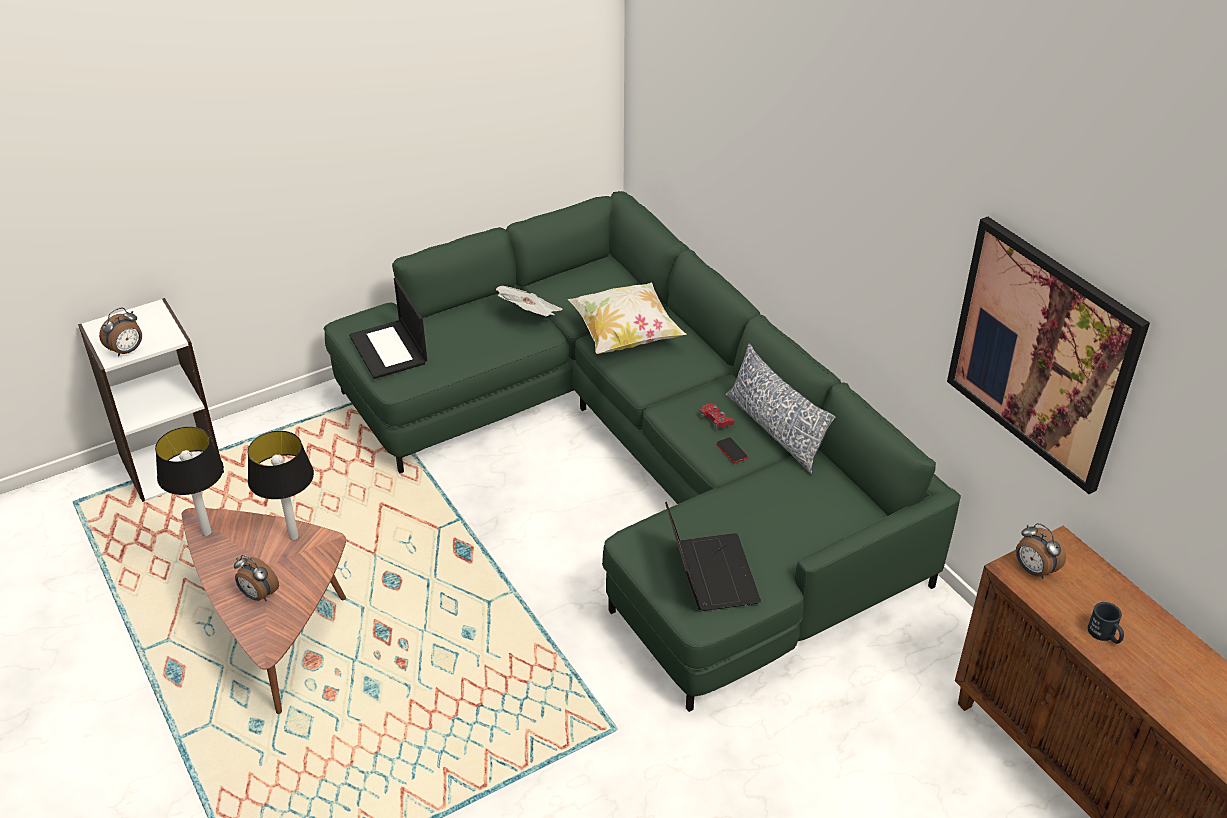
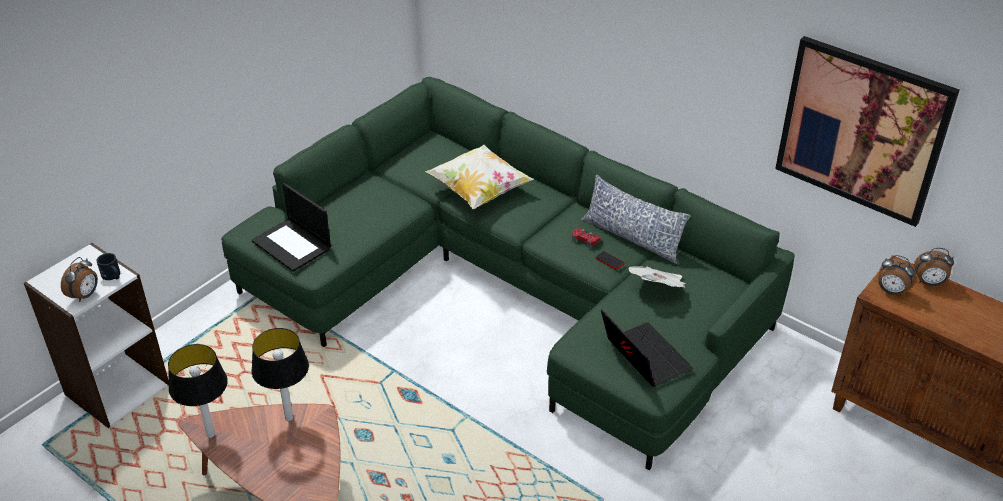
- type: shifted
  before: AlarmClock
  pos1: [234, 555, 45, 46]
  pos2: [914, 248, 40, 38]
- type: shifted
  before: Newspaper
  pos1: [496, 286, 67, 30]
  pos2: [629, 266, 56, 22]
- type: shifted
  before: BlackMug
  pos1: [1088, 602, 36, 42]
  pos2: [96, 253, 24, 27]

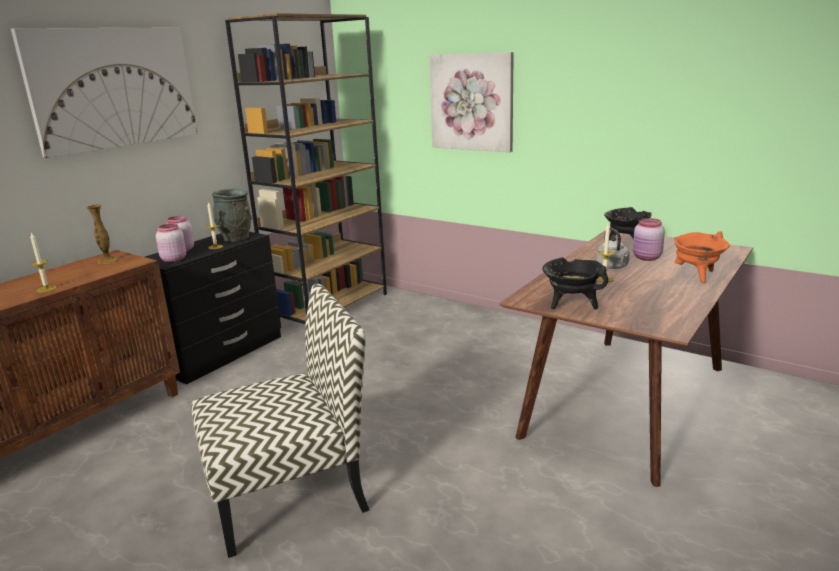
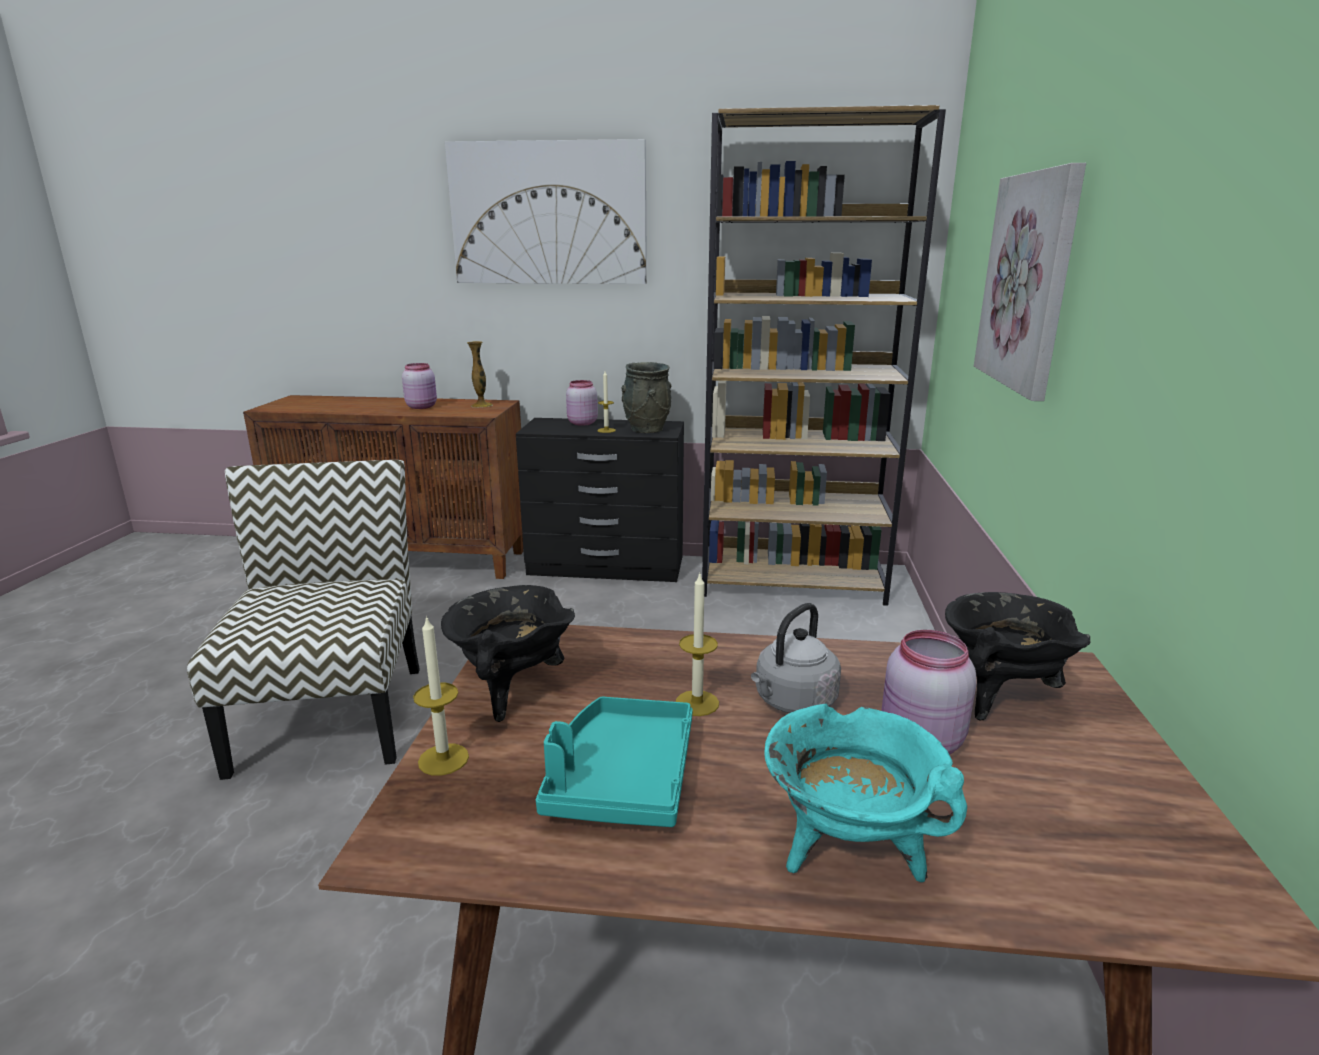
- type: new
  after: TurquoiseTray
  pos2: [536, 697, 157, 130]
- type: shifted
  before: Candle
  pos1: [30, 232, 27, 60]
  pos2: [413, 615, 56, 161]
- type: shifted
  before: PinkJar
  pos1: [156, 224, 30, 38]
  pos2: [402, 363, 35, 46]
- type: repainted
  before: OrangeCookingPot
  after: TurquoiseCookingPot
  pos1: [674, 231, 56, 52]
  pos2: [764, 704, 203, 178]
- type: rotated
  before: Chair
  pos1: [191, 283, 179, 275]
  pos2: [187, 460, 233, 320]
  turn: -135

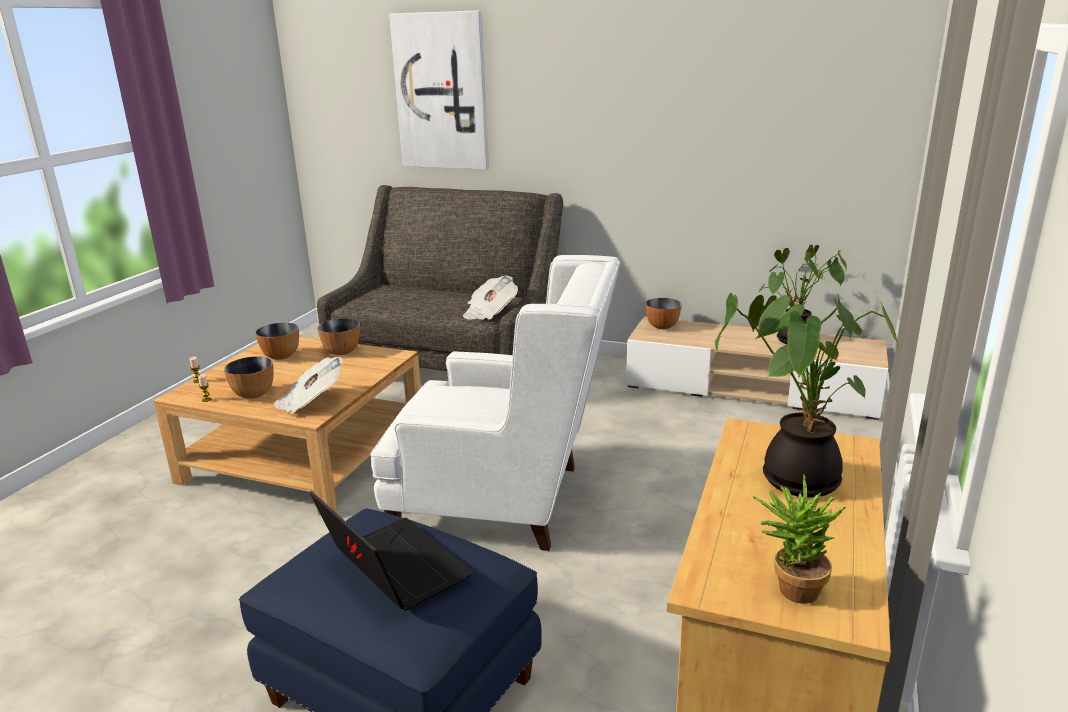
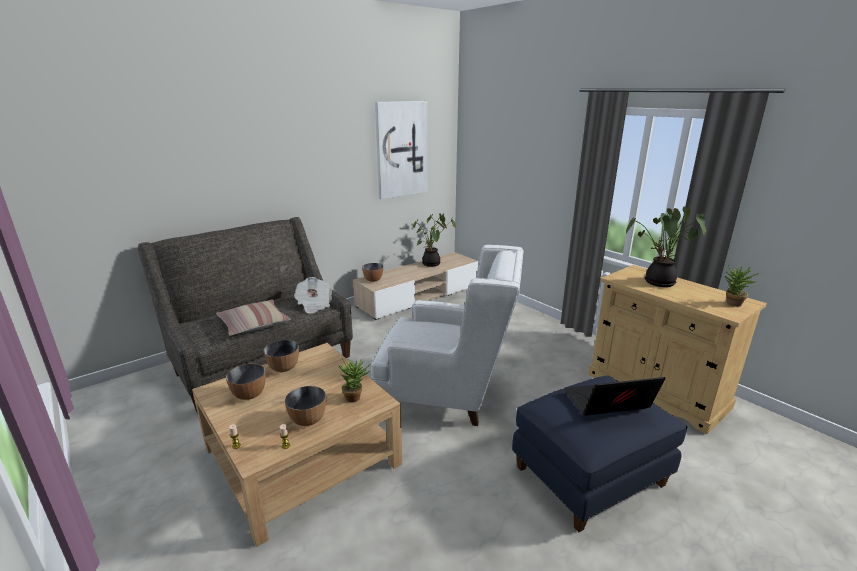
- type: new
  after: Pillow
  pos2: [216, 300, 75, 36]
- type: shifted
  before: Picture
  pos1: [389, 10, 100, 160]
  pos2: [375, 101, 53, 98]
- type: swapped
  before: Newspaper
  after: PottedPlant
  pos1: [274, 357, 70, 57]
  pos2: [338, 358, 32, 45]
- type: rotated
  before: WhiteArmchair
  pos1: [371, 255, 249, 296]
  pos2: [371, 245, 152, 181]
  turn: 60

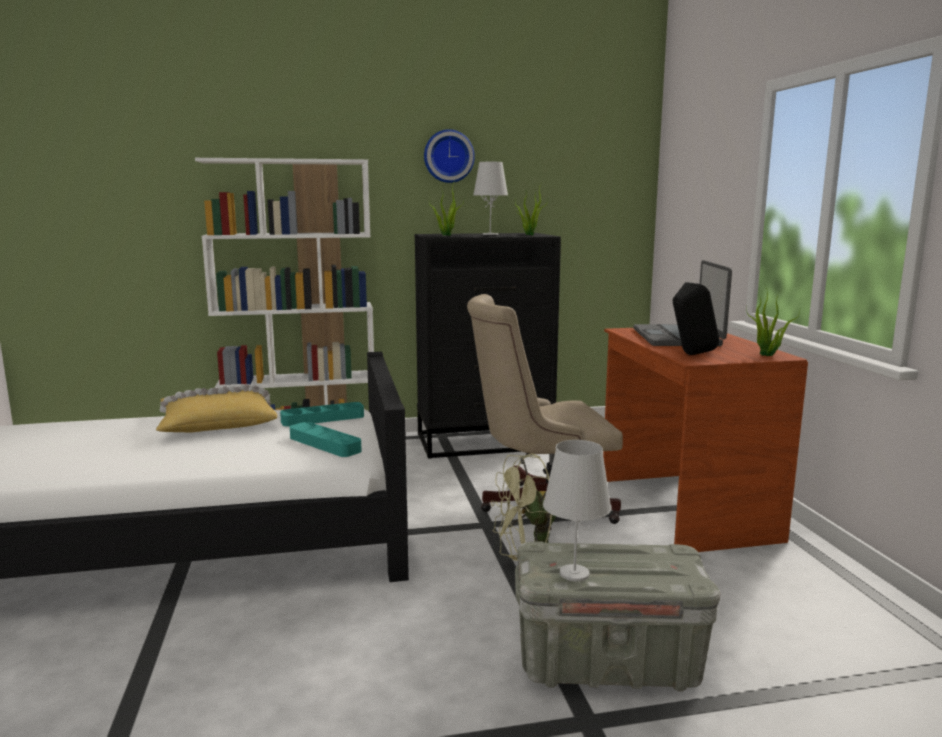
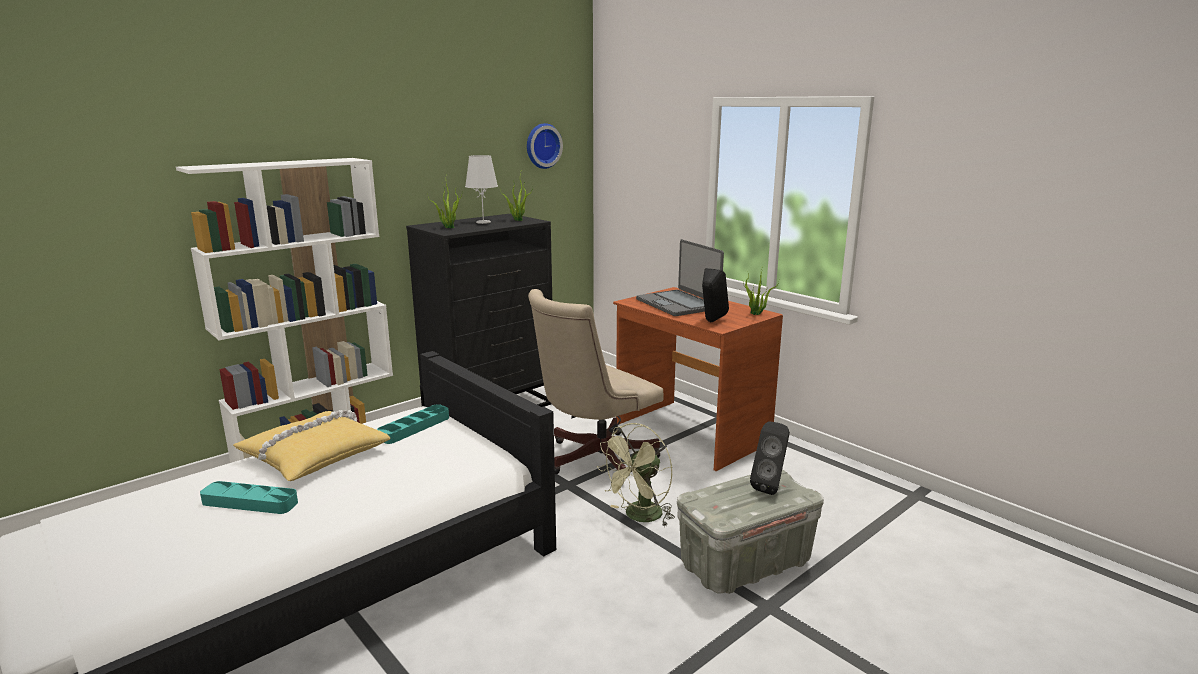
- type: gone
  before: WhiteTableLamp
  pos1: [543, 440, 69, 141]
- type: new
  after: BlackSpeaker
  pos2: [750, 421, 40, 74]
- type: shifted
  before: TurquoiseTray
  pos1: [290, 422, 72, 35]
  pos2: [200, 481, 98, 33]
- type: shifted
  before: WallClock
  pos1: [424, 129, 51, 54]
  pos2: [527, 123, 36, 46]

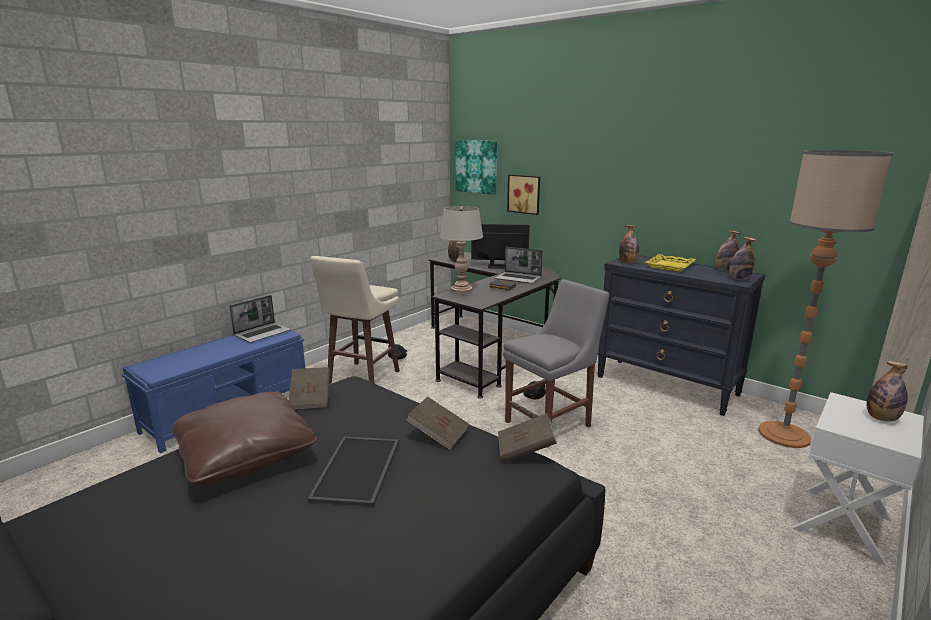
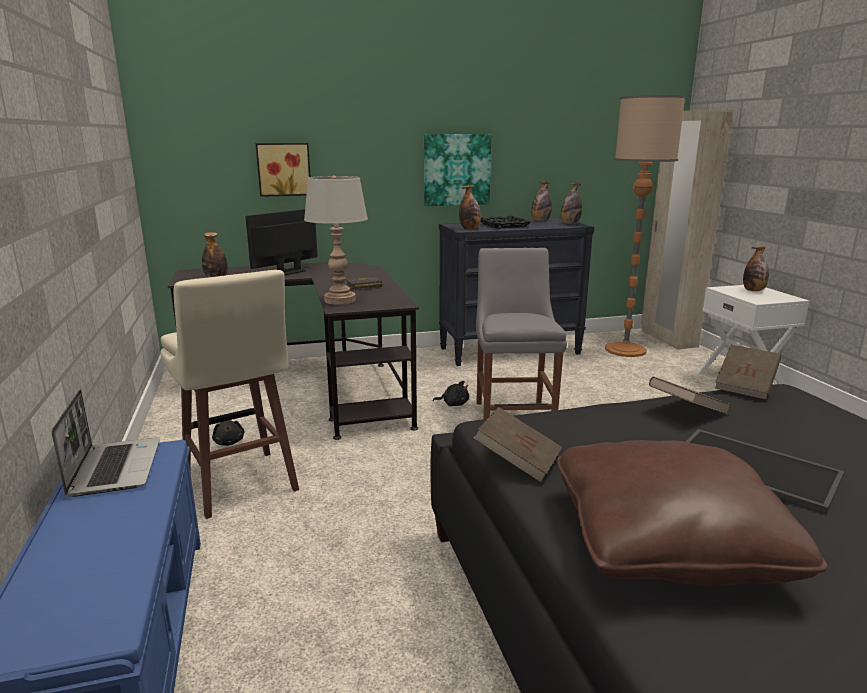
- type: gone
  before: Laptop
  pos1: [495, 247, 48, 37]
- type: shifted
  before: Picture
  pos1: [455, 140, 42, 55]
  pos2: [424, 134, 68, 72]
- type: repainted
  before: YellowTray
  after: BlackTray
  pos1: [645, 254, 51, 18]
  pos2: [480, 216, 52, 13]

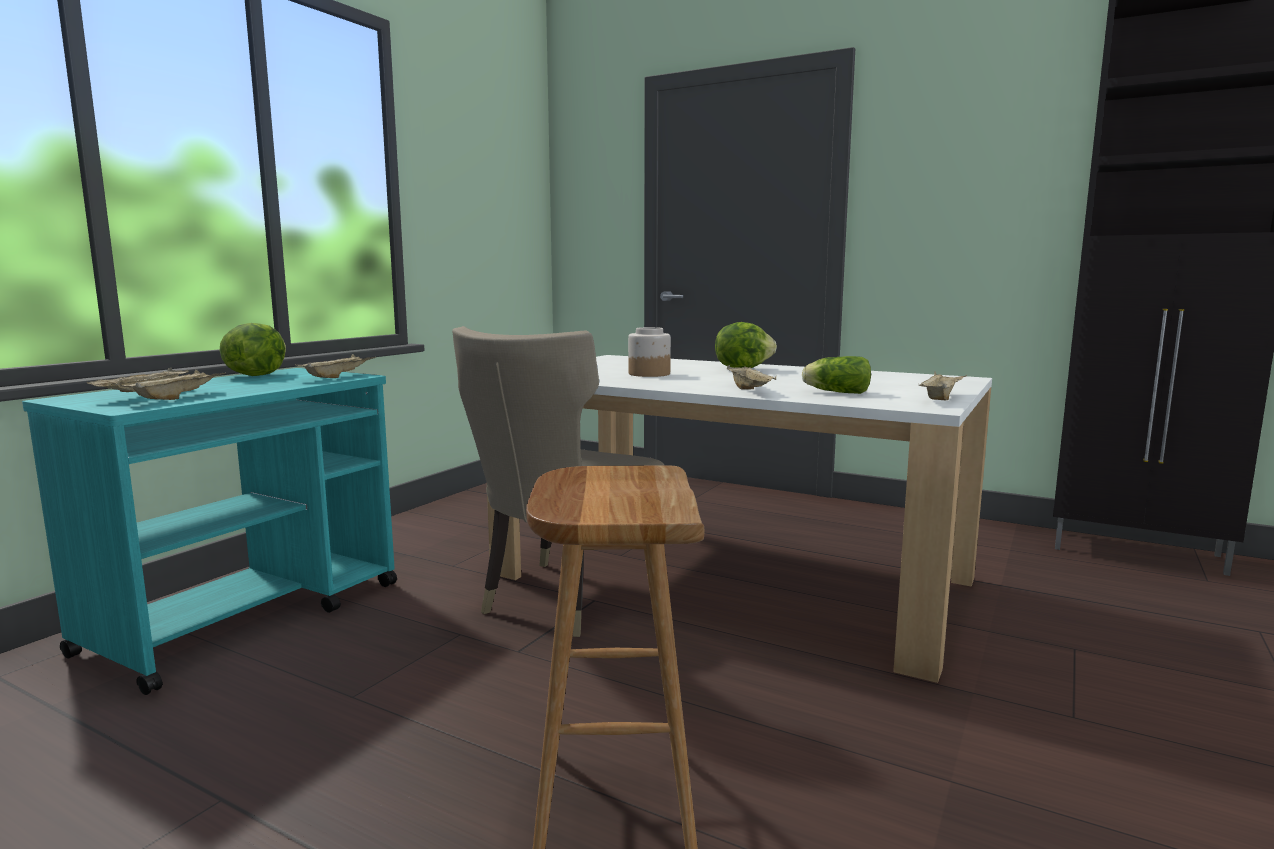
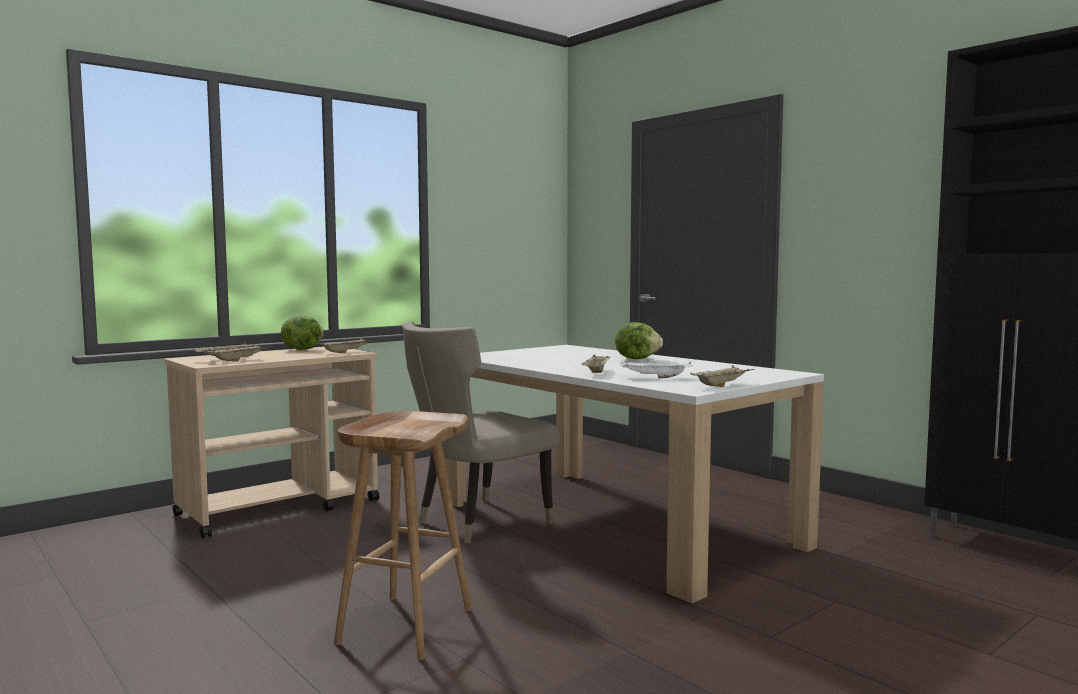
- type: gone
  before: Jar
  pos1: [628, 327, 43, 50]
- type: swapped
  before: Lettuce
  after: WhiteTray
  pos1: [802, 356, 69, 38]
  pos2: [620, 362, 72, 16]
- type: repainted
  before: TurquoiseCart
  after: BeigeCart
  pos1: [22, 368, 375, 327]
  pos2: [165, 347, 214, 191]

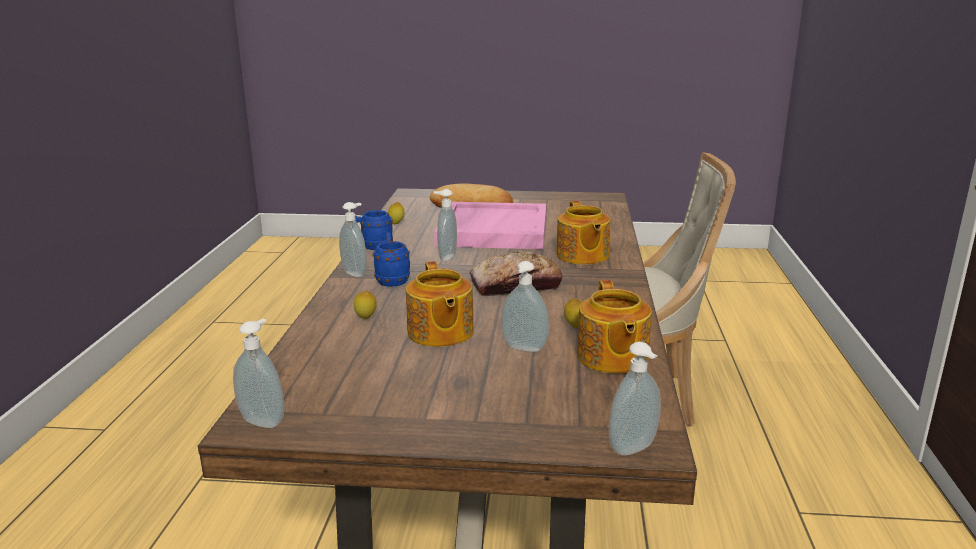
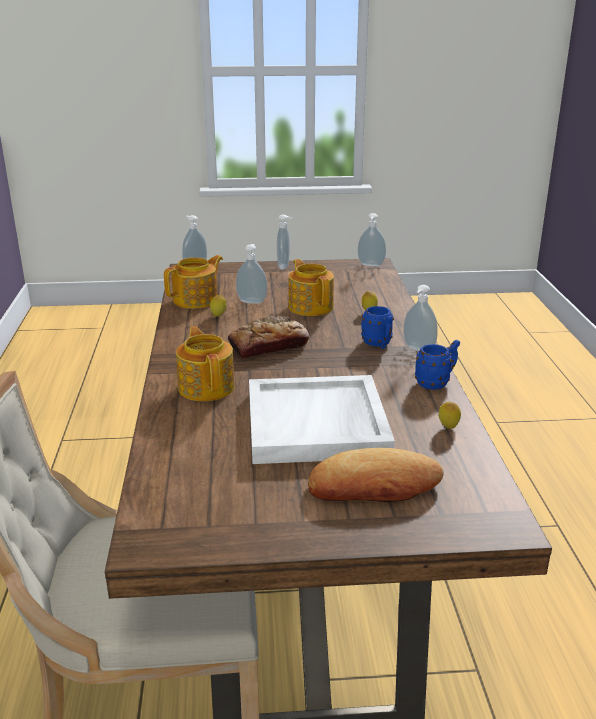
- type: shifted
  before: SoapDispenser
  pos1: [434, 189, 23, 72]
  pos2: [277, 215, 16, 54]
- type: repainted
  before: PinkTray
  after: WhiteTray
  pos1: [434, 202, 112, 47]
  pos2: [249, 375, 146, 89]
- type: rotated
  before: Teapot
  pos1: [577, 280, 75, 94]
  pos2: [164, 255, 59, 54]
  turn: 60

